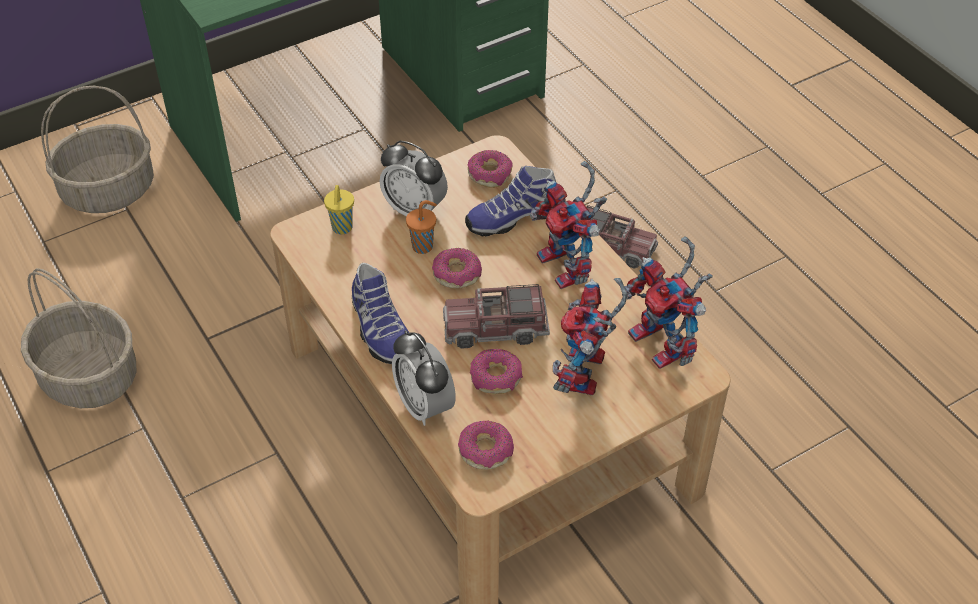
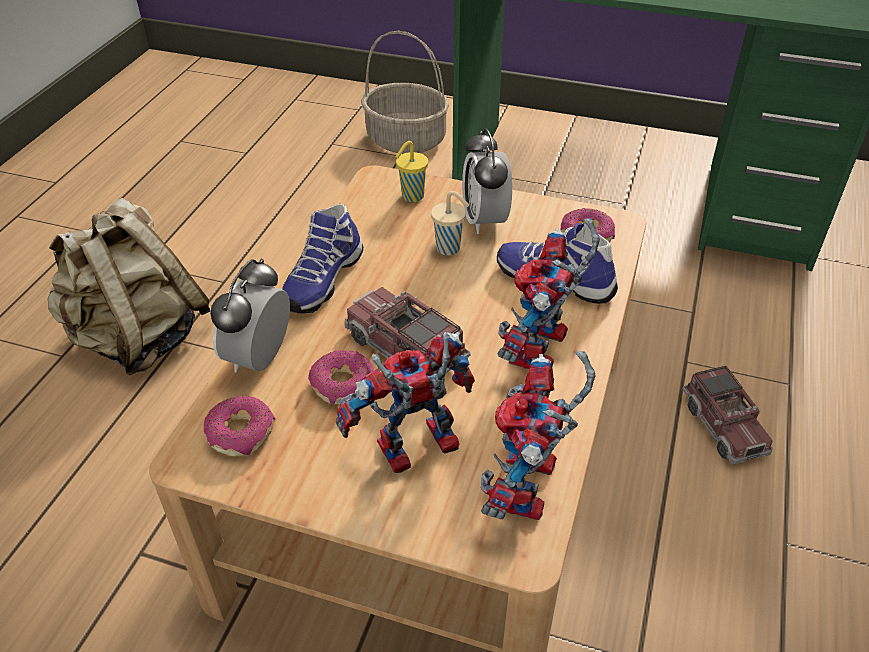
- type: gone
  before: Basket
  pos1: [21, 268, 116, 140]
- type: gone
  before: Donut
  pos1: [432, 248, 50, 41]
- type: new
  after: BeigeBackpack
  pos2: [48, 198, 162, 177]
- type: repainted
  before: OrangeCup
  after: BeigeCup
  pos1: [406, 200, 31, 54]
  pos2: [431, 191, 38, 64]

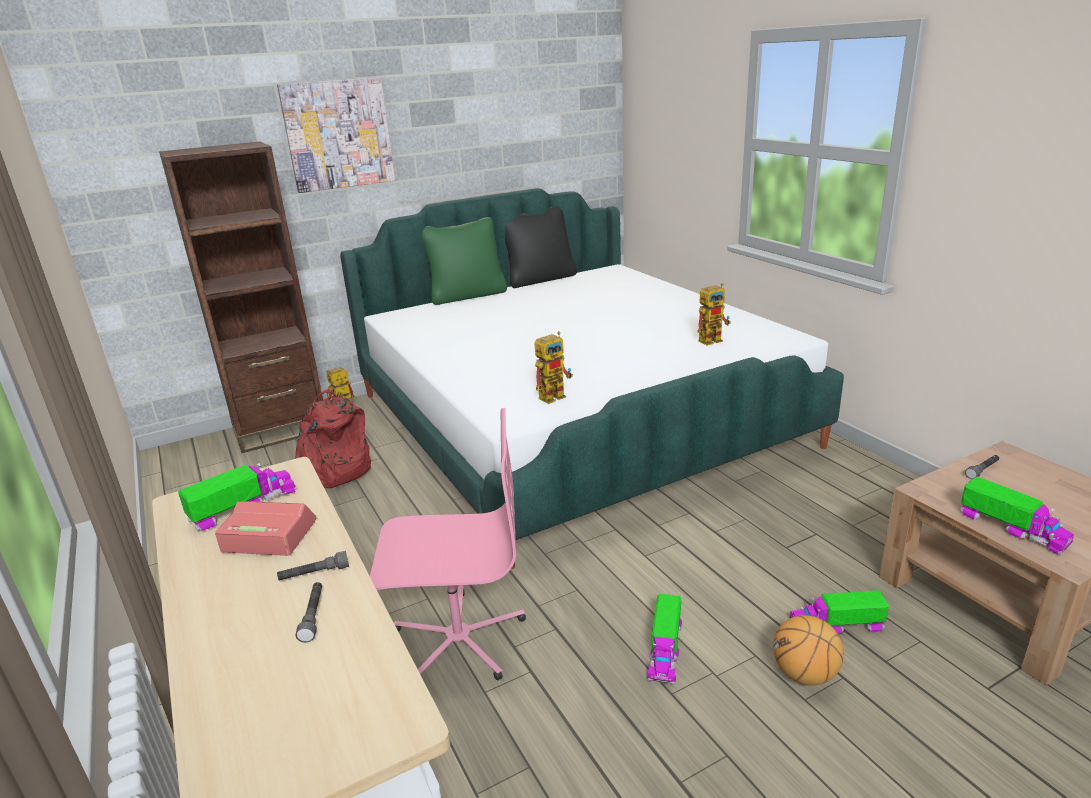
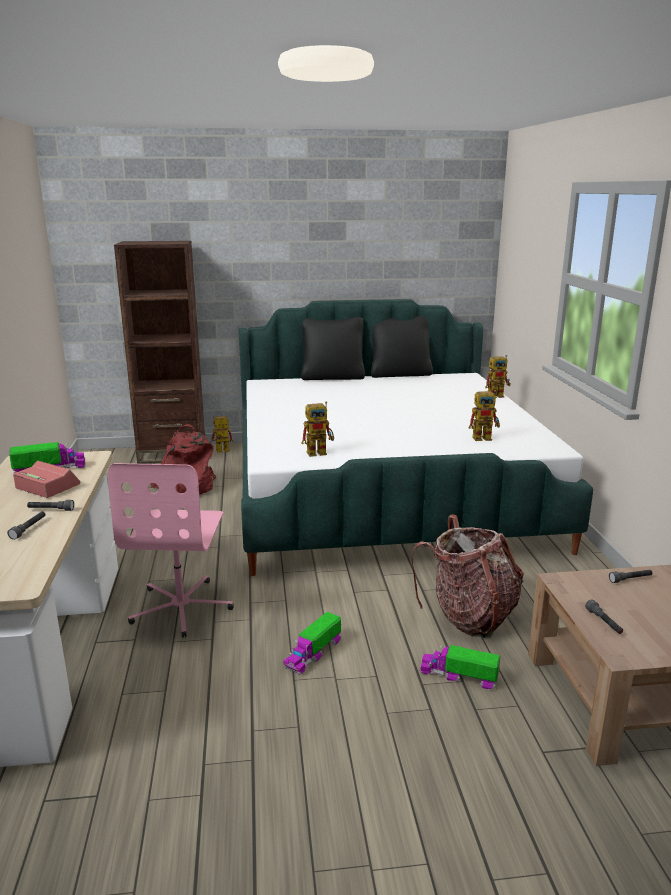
- type: gone
  before: Picture
  pos1: [277, 77, 118, 116]
- type: gone
  before: Basketball
  pos1: [773, 615, 71, 70]
- type: new
  after: Backpack
  pos2: [411, 514, 113, 124]
- type: new
  after: ToyRobot
  pos2: [485, 355, 26, 43]
- type: swapped
  before: ToyTruck
  after: GreyFlashlight
  pos1: [960, 477, 114, 78]
  pos2: [585, 599, 38, 35]
- type: repainted
  before: GreenPillow
  after: BlackPillow
  pos1: [422, 217, 85, 88]
  pos2: [301, 317, 64, 63]
- type: rotated
  before: PinkOfficeChair
  pos1: [370, 408, 156, 273]
  pos2: [108, 463, 126, 175]
  turn: 75

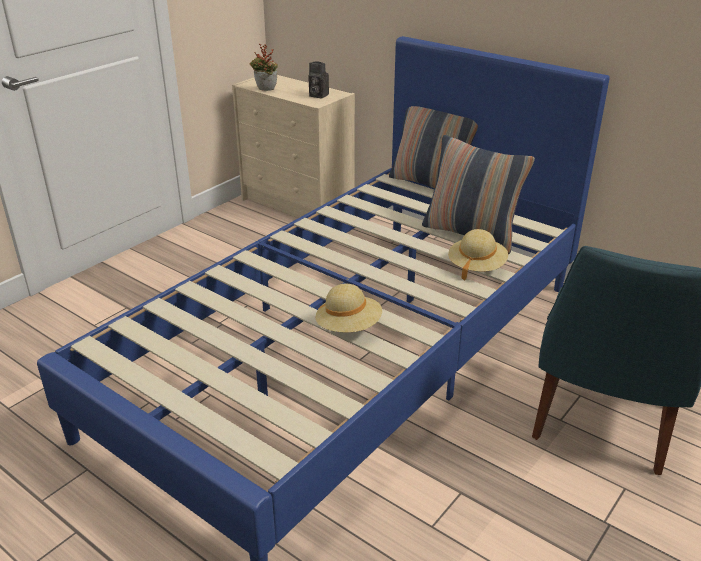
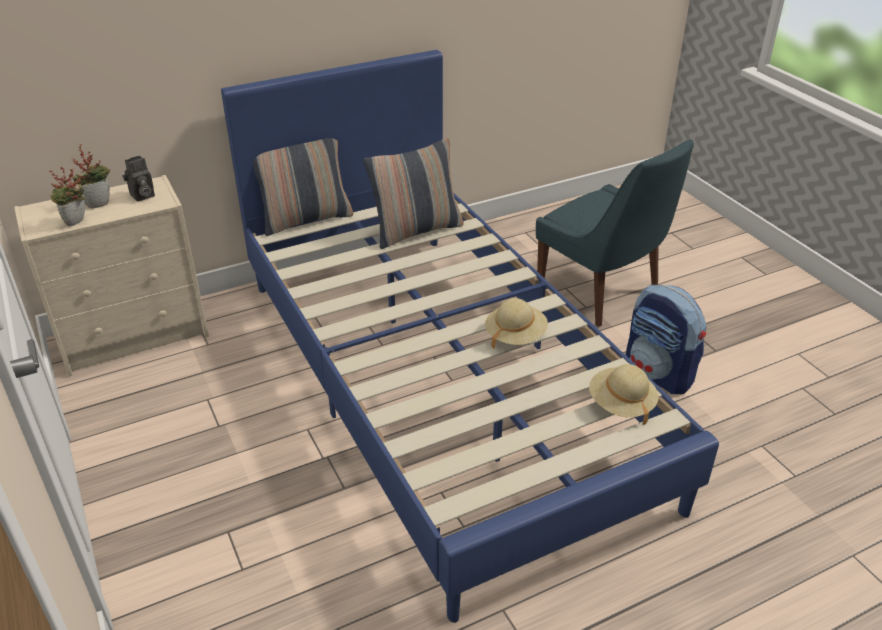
- type: new
  after: PottedPlant
  pos2: [71, 144, 39, 64]
- type: new
  after: Backpack
  pos2: [626, 284, 81, 110]
- type: shifted
  before: BeigeHat
  pos1: [448, 229, 60, 51]
  pos2: [589, 364, 70, 61]

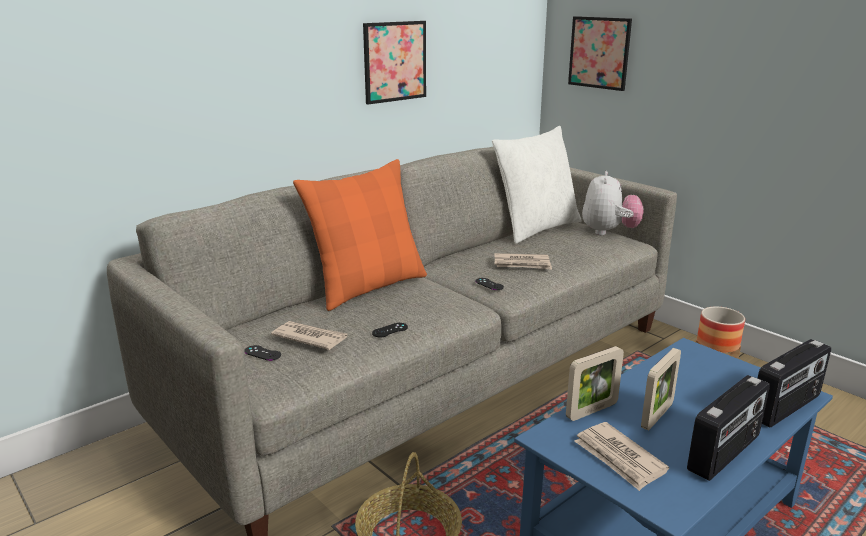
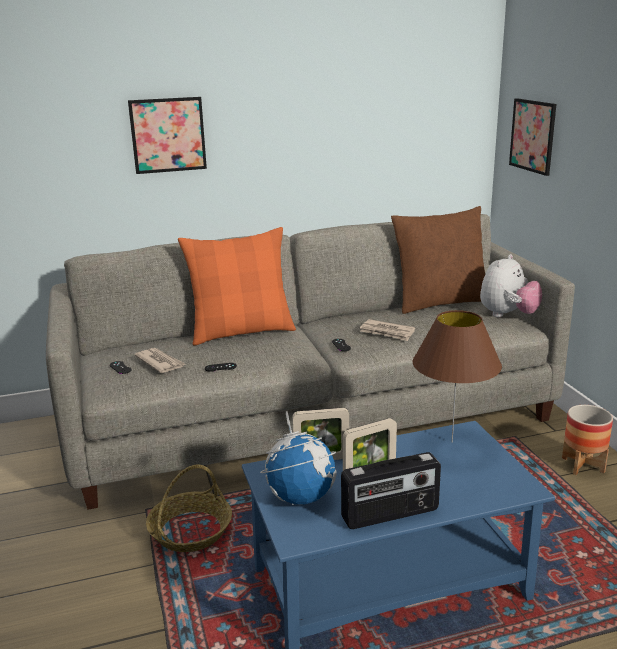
- type: gone
  before: Radio
  pos1: [758, 339, 73, 89]
- type: new
  after: BrownTableLamp
  pos2: [413, 310, 89, 133]
- type: shifted
  before: Picture
  pos1: [363, 21, 63, 83]
  pos2: [128, 97, 79, 77]
- type: swapped
  before: Newspaper
  after: Globe
  pos1: [574, 422, 95, 69]
  pos2: [260, 411, 77, 94]
- type: repainted
  before: WhitePillow
  after: BrownPillow
  pos1: [492, 126, 90, 118]
  pos2: [391, 206, 94, 108]

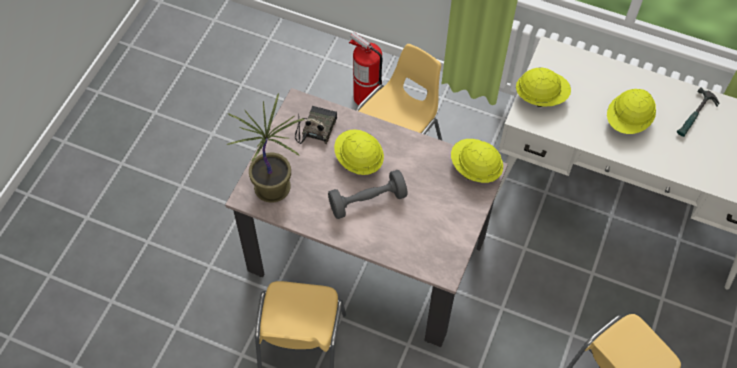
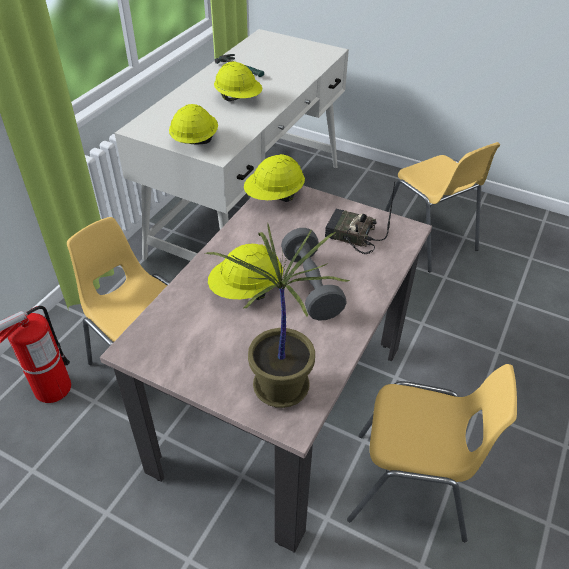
- type: shifted
  before: Radio
  pos1: [295, 106, 42, 38]
  pos2: [325, 181, 70, 73]

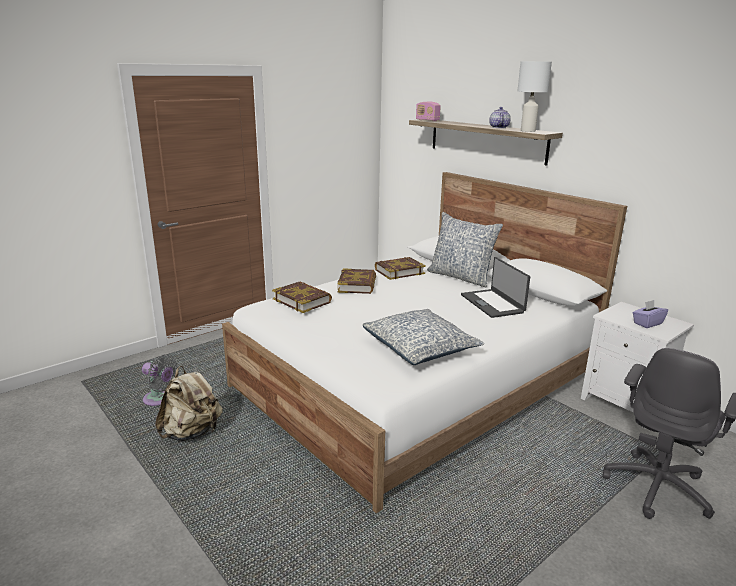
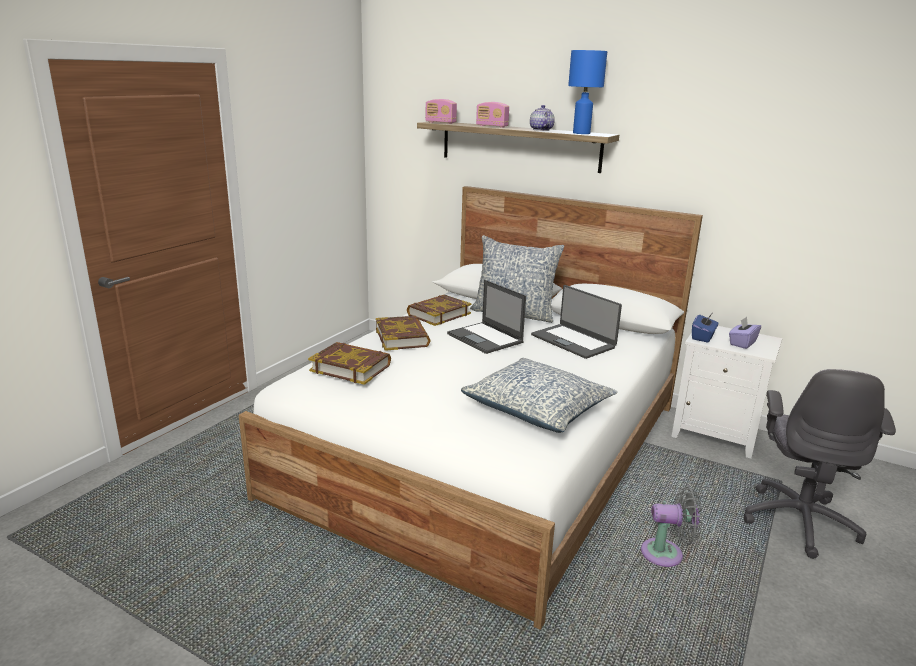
- type: gone
  before: BeigeBackpack
  pos1: [155, 366, 68, 75]
- type: new
  after: Laptop
  pos2: [447, 280, 79, 74]
- type: new
  after: Radio
  pos2: [476, 102, 33, 25]
- type: new
  after: BlueTissueBox
  pos2: [692, 314, 26, 29]
- type: shifted
  before: GreyFan
  pos1: [142, 354, 37, 52]
  pos2: [641, 487, 61, 80]
- type: repainted
  before: WhiteTableLamp
  after: BlueTableLamp
  pos1: [518, 61, 34, 71]
  pos2: [568, 50, 39, 84]

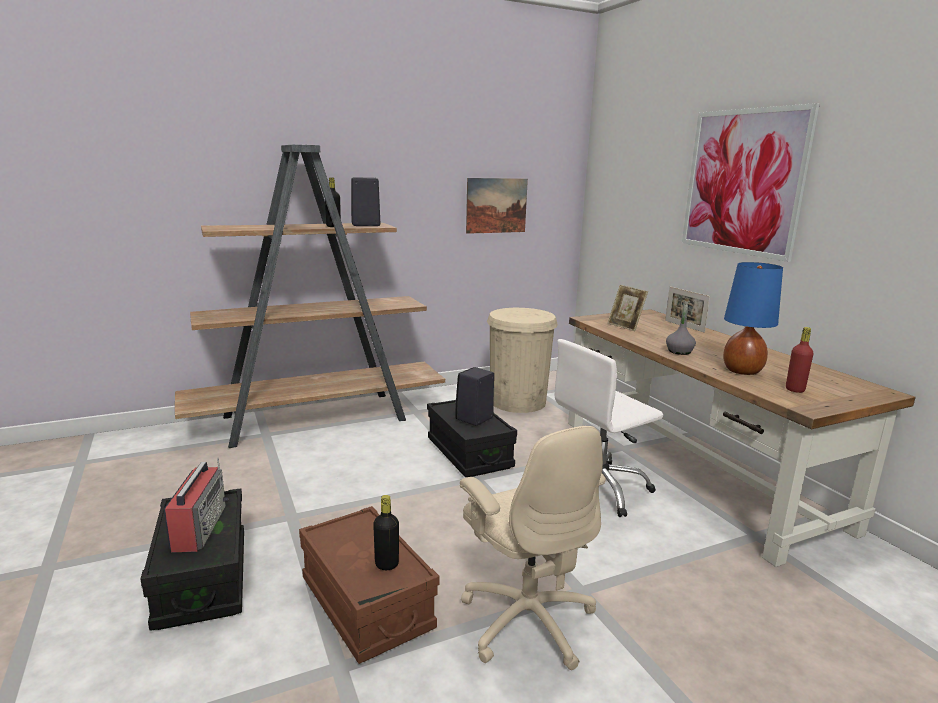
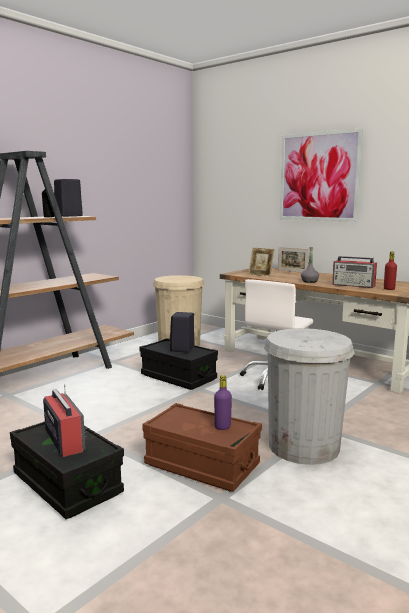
- type: gone
  before: Picture
  pos1: [466, 178, 62, 56]
- type: swapped
  before: BeigeOfficeChair
  after: WhiteTrashCan
  pos1: [460, 426, 146, 244]
  pos2: [264, 328, 91, 137]
- type: swapped
  before: BlueTableLamp
  after: Radio
  pos1: [723, 262, 60, 113]
  pos2: [332, 256, 45, 32]
- type: repainted
  before: BlackBottle
  after: PurpleBottle
  pos1: [373, 495, 26, 75]
  pos2: [214, 375, 18, 55]

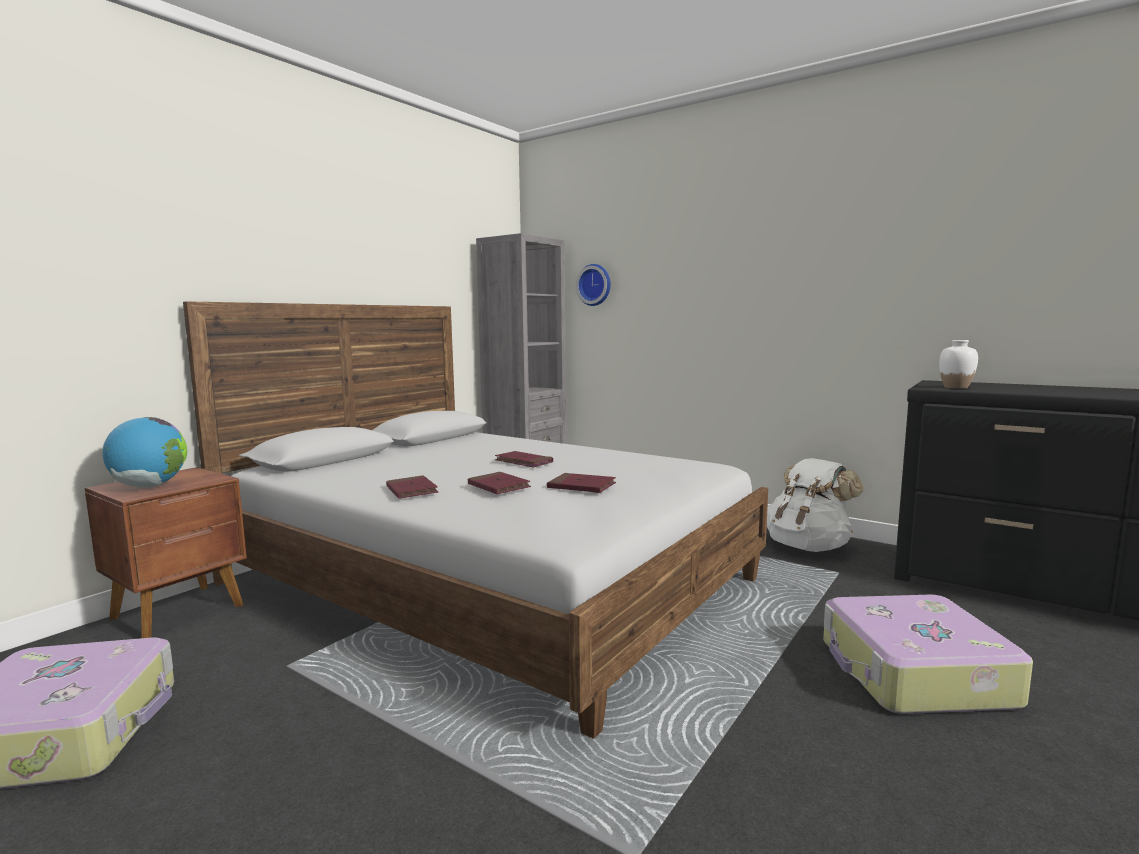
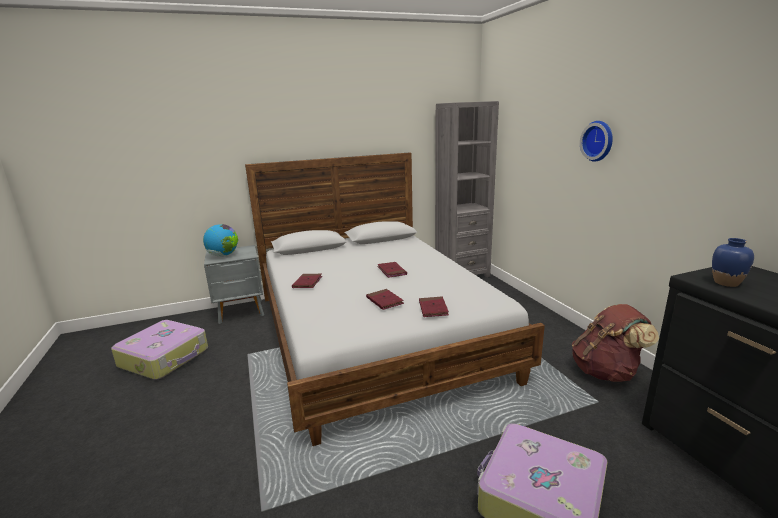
- type: shifted
  before: RedBook
  pos1: [468, 472, 63, 22]
  pos2: [419, 296, 30, 21]
- type: shifted
  before: WallClock
  pos1: [576, 264, 35, 42]
  pos2: [580, 121, 33, 41]
- type: repainted
  before: BrownNightstand
  after: GreyNightstand
  pos1: [85, 467, 162, 171]
  pos2: [204, 245, 60, 79]
- type: repainted
  before: WhiteBackpack
  after: BrownBackpack
  pos1: [767, 458, 97, 94]
  pos2: [572, 304, 87, 78]
- type: repainted
  before: WhiteVase
  after: BlueVase
  pos1: [939, 340, 39, 49]
  pos2: [712, 238, 42, 49]

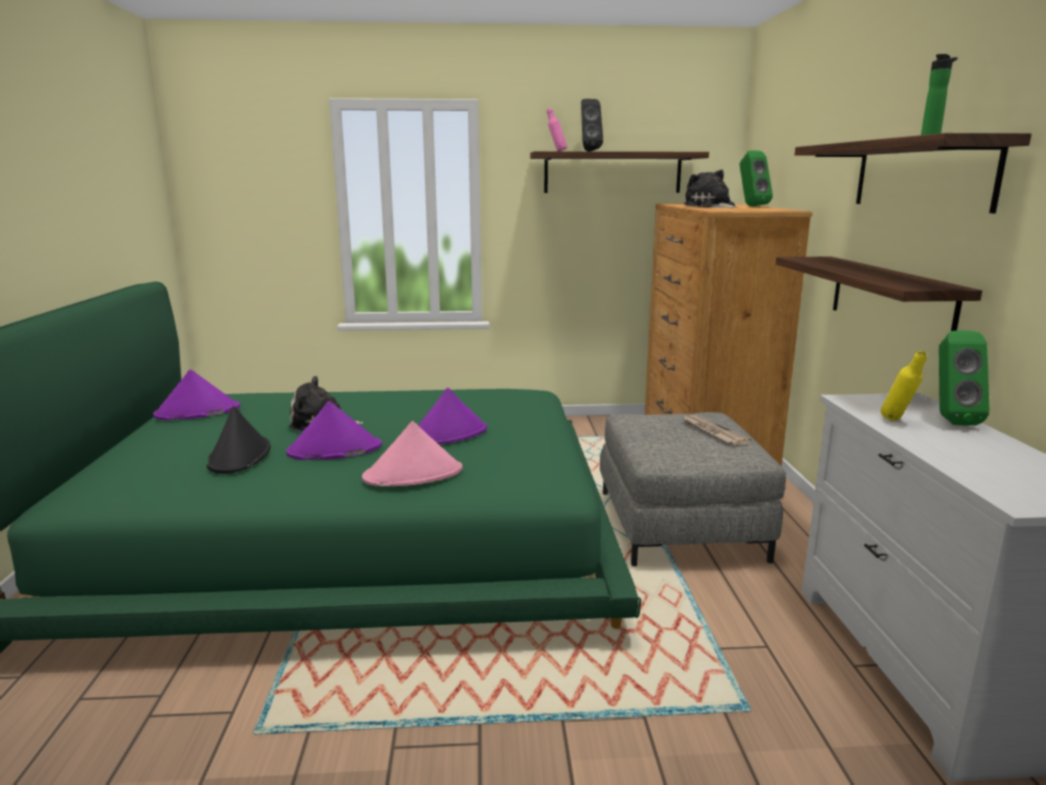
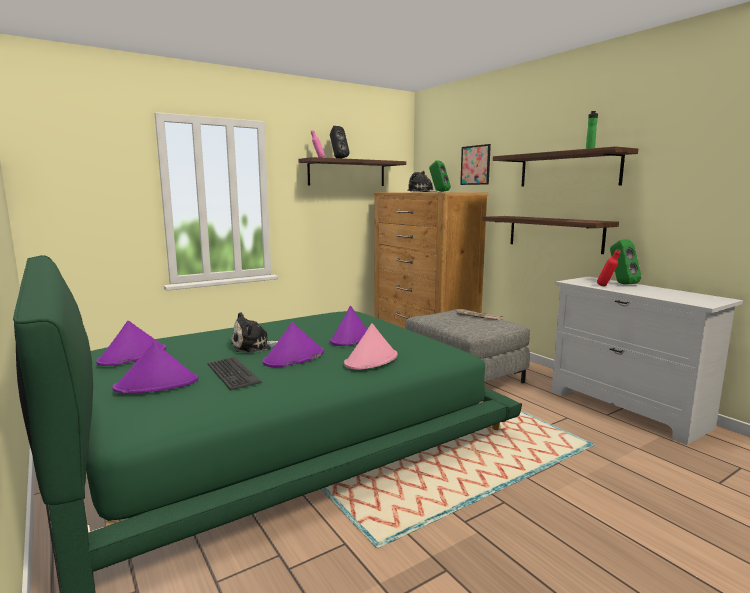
- type: new
  after: PurpleHat
  pos2: [112, 342, 86, 51]
- type: new
  after: Picture
  pos2: [460, 144, 31, 41]
- type: swapped
  before: BlackHat
  after: Keyboard
  pos1: [207, 406, 64, 68]
  pos2: [208, 357, 53, 33]
- type: repainted
  before: YellowBottle
  after: RedBottle
  pos1: [881, 351, 46, 70]
  pos2: [597, 249, 24, 37]

